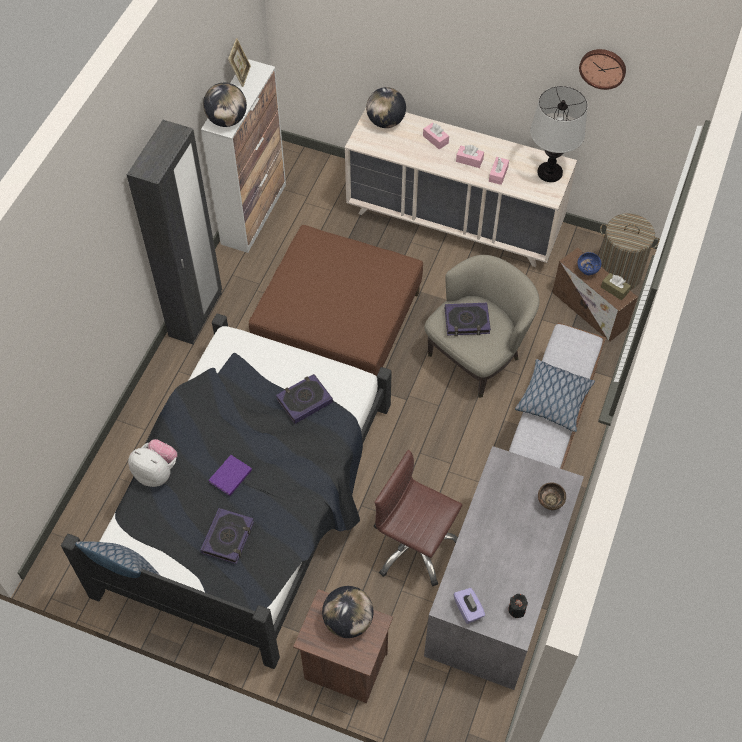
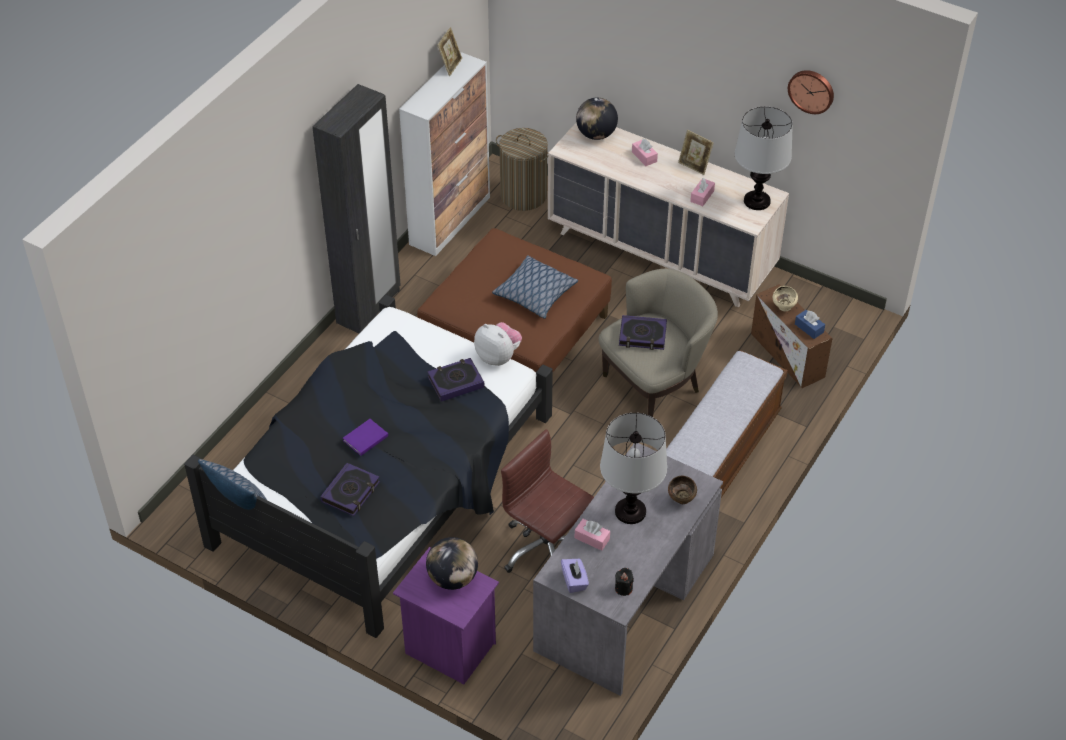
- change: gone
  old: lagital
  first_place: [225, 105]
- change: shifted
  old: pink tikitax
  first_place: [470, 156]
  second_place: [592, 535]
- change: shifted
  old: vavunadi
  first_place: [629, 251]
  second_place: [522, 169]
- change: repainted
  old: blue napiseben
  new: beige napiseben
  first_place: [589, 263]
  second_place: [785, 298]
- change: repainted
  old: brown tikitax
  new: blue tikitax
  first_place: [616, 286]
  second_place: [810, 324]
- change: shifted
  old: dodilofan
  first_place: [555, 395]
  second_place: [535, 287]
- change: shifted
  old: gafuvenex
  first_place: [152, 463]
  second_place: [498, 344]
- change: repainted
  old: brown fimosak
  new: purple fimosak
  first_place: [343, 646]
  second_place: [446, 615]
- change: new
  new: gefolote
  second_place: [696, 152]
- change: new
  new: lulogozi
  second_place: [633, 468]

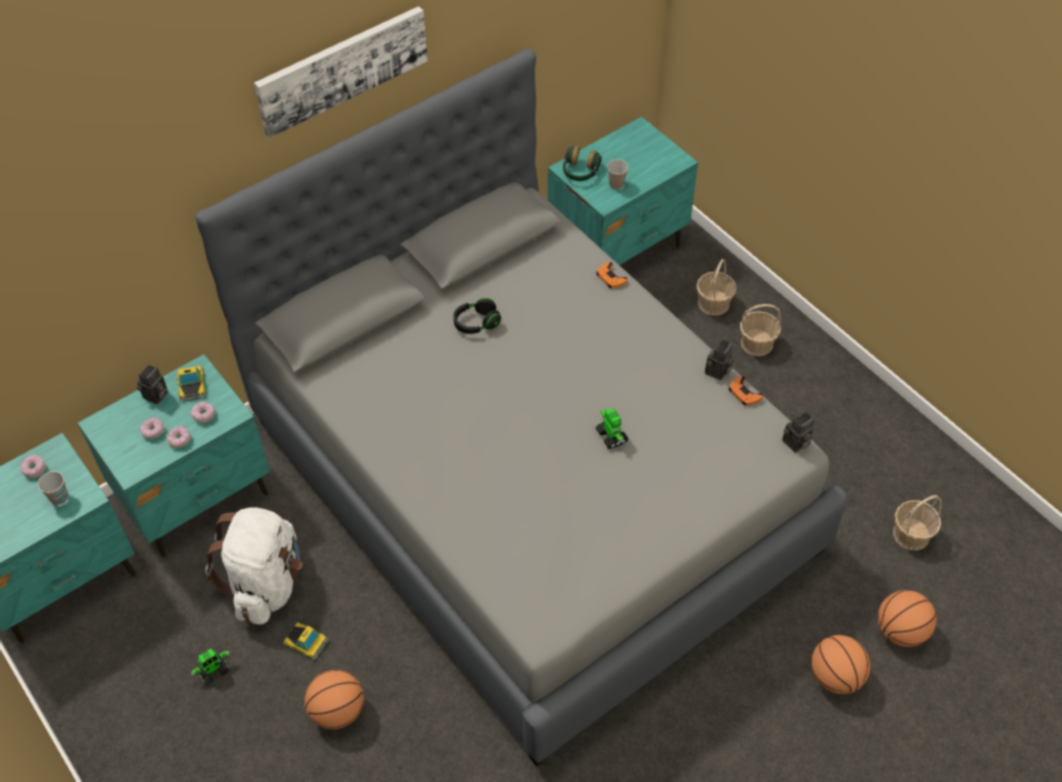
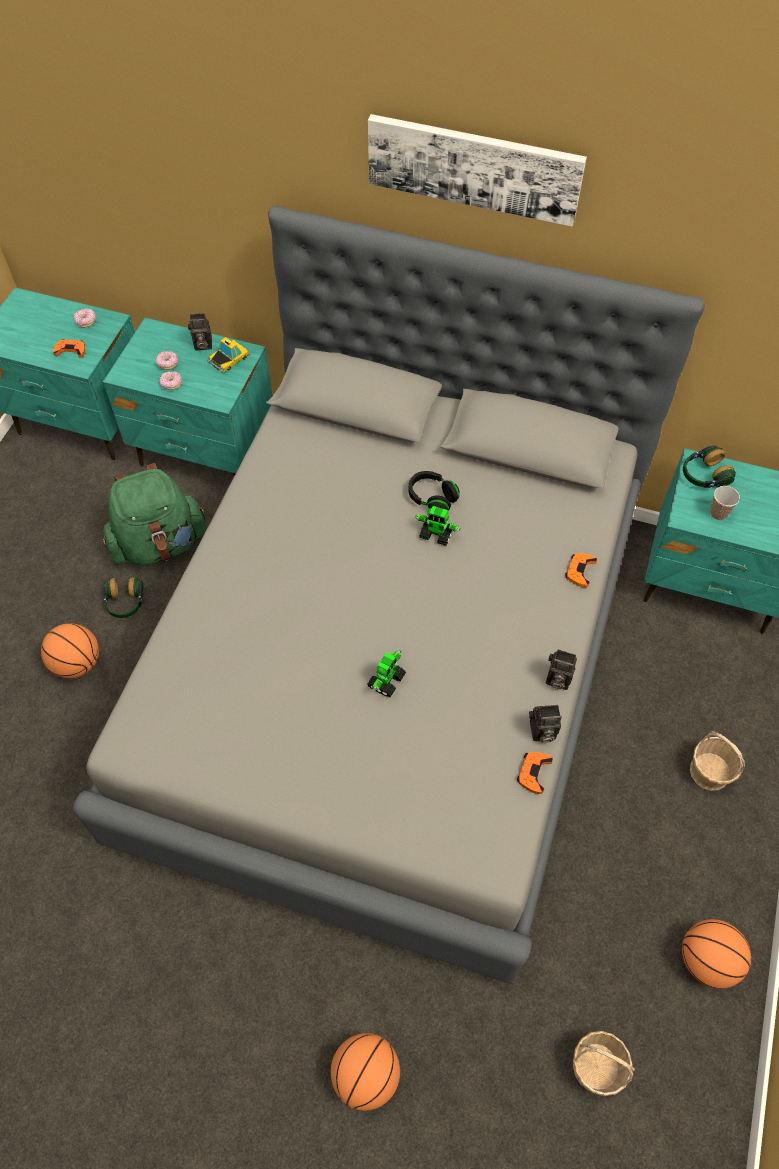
- change: gone
  old: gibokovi
  first_place: [716, 287]
- change: gone
  old: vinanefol
  first_place: [203, 412]
- change: shifted
  old: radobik
  first_place: [798, 432]
  second_place: [561, 669]
- change: swapped
  old: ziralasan
  new: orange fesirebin
  first_place: [53, 488]
  second_place: [69, 348]
- change: repainted
  old: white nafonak
  new: green nafonak
  first_place: [254, 565]
  second_place: [155, 514]
- change: shifted
  old: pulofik
  first_place: [907, 618]
  second_place: [716, 954]
- change: swapped
  old: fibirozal
  new: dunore
  first_place: [306, 641]
  second_place: [123, 597]
- change: shifted
  old: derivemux
  first_place: [210, 667]
  second_place: [438, 526]

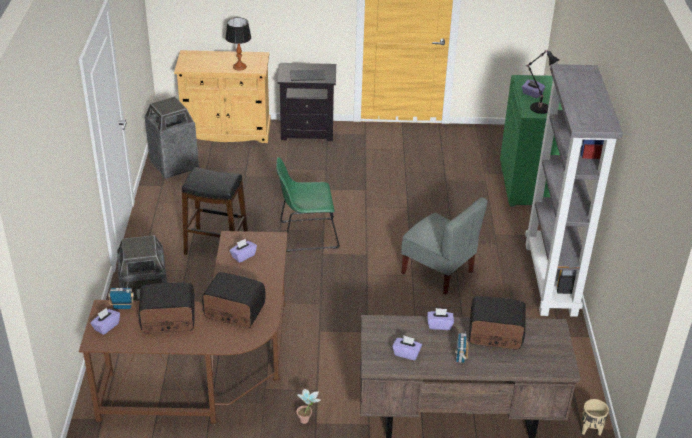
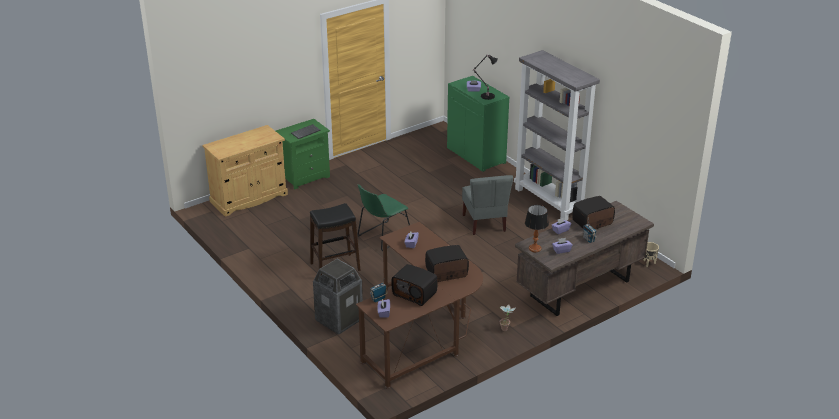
- change: shifted
  old: lulogozi
  first_place: [238, 44]
  second_place: [537, 228]
- change: repainted
  old: black fimosak
  new: green fimosak
  first_place: [307, 102]
  second_place: [303, 154]
- change: gone
  old: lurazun
  first_place: [171, 137]
- change: rotated
  old: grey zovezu
  first_place: [444, 246]
  second_place: [487, 205]
  degrees: 75
- change: rotated
  old: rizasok
  first_place: [167, 308]
  second_place: [414, 285]
  degrees: -105

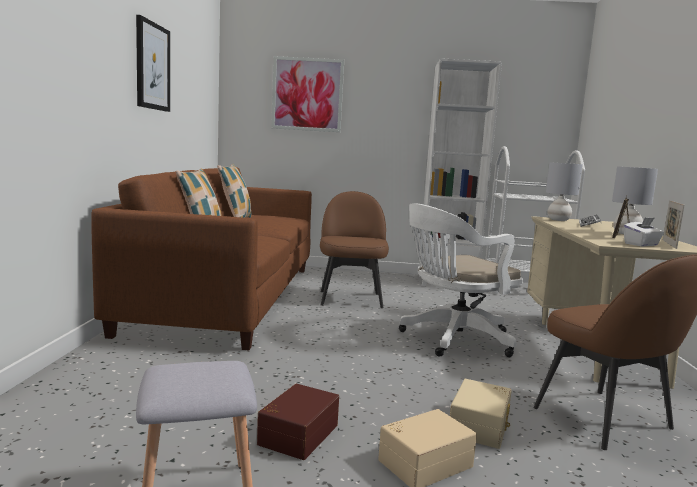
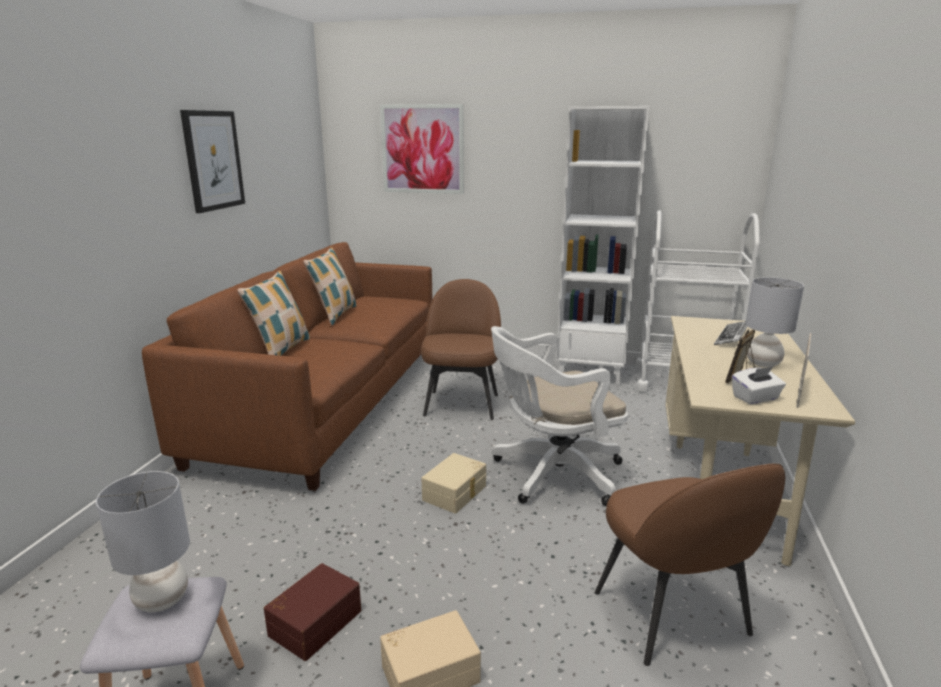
- change: shifted
  old: grey lulogozi
  first_place: [564, 191]
  second_place: [143, 541]
- change: shifted
  old: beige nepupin
  first_place: [481, 414]
  second_place: [453, 483]

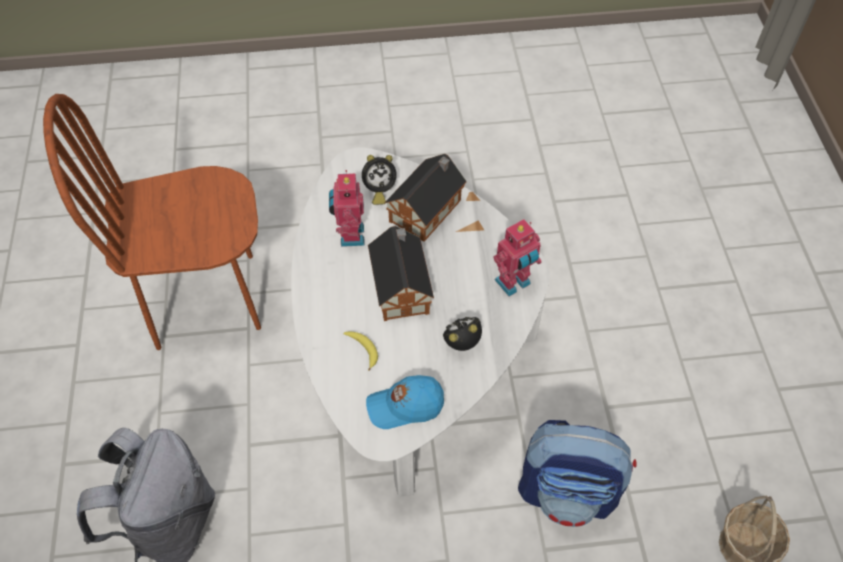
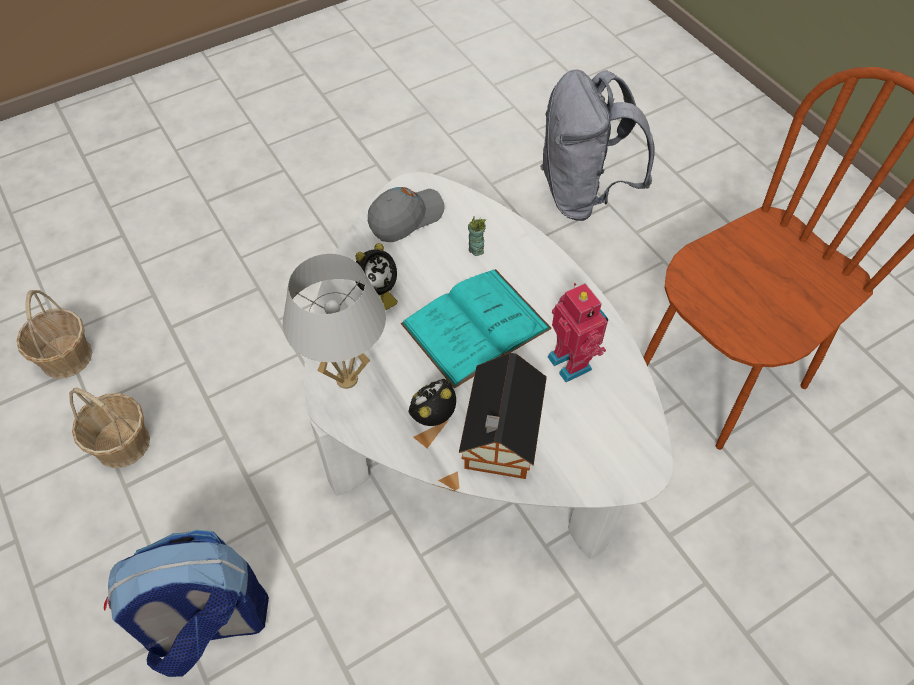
- change: shifted
  old: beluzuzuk
  first_place: [379, 180]
  second_place: [432, 402]
- change: swapped
  old: derivemux
  new: white lulogozi
  first_place: [518, 257]
  second_place: [334, 321]
- change: swapped
  old: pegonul
  new: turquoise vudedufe
  first_place: [401, 273]
  second_place: [476, 329]
- change: swapped
  old: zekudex
  new: ziralasan
  first_place: [361, 351]
  second_place: [477, 236]
- change: repainted
  old: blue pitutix
  new: grey pitutix
  first_place: [405, 402]
  second_place: [406, 214]
- change: shifted
  old: nafonak
  first_place: [577, 473]
  second_place: [186, 603]
- change: new
  new: gibokovi
  second_place: [109, 427]

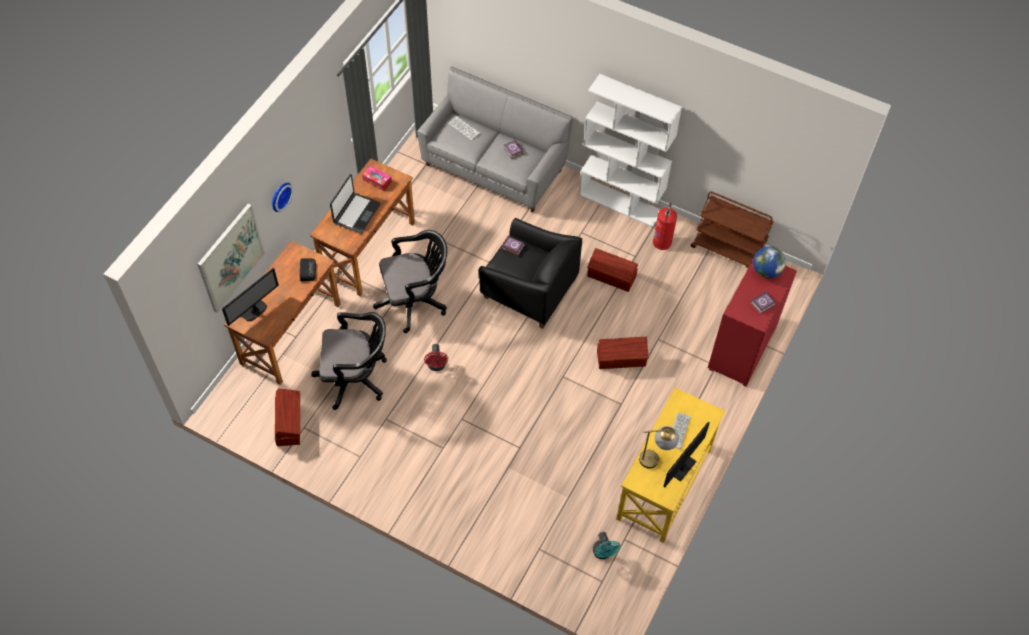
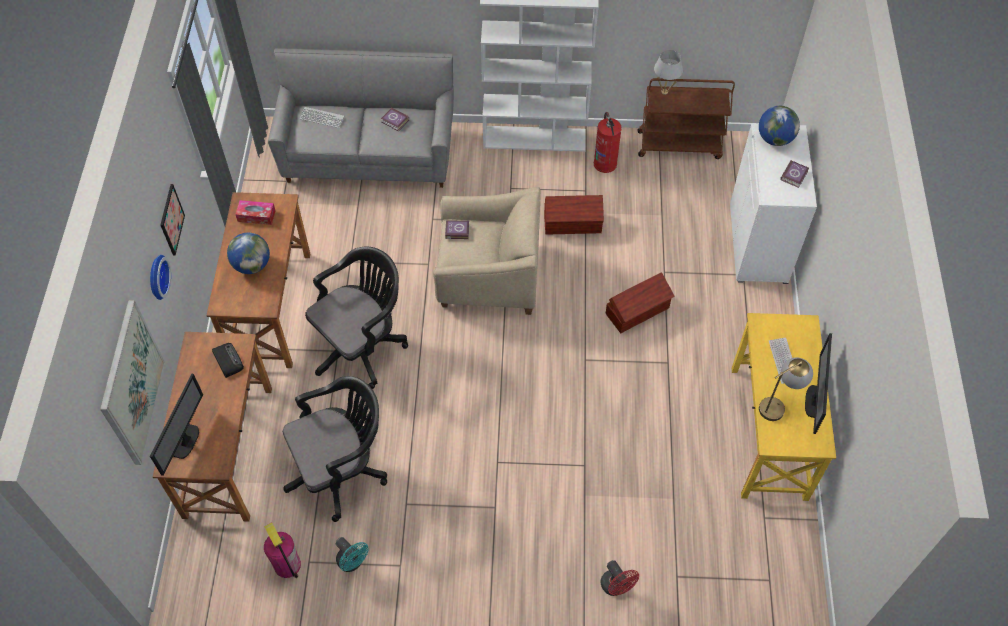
- change: swapped
  old: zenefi
  new: lagital
  first_place: [355, 203]
  second_place: [248, 253]
- change: repainted
  old: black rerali
  new: beige rerali
  first_place: [530, 273]
  second_place: [487, 251]
- change: repainted
  old: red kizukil
  new: white kizukil
  first_place: [752, 322]
  second_place: [773, 204]
- change: shifted
  old: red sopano
  first_place: [436, 357]
  second_place: [620, 578]
- change: swapped
  old: brown nepupin
  new: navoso
  first_place: [287, 417]
  second_place: [282, 550]
- change: shifted
  old: turquoise sopano
  first_place: [606, 545]
  second_place: [352, 554]
- change: new
  new: white lulogozi
  second_place: [668, 72]
- change: new
  new: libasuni
  second_place: [173, 219]

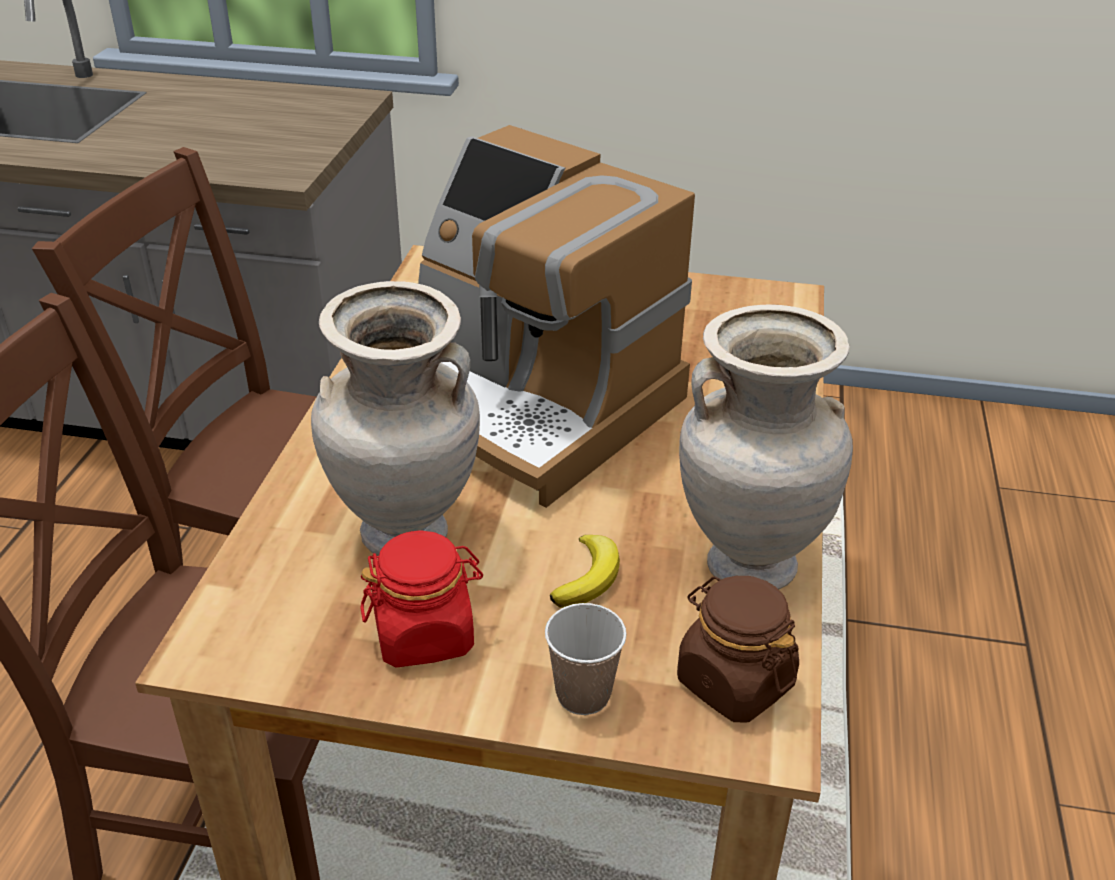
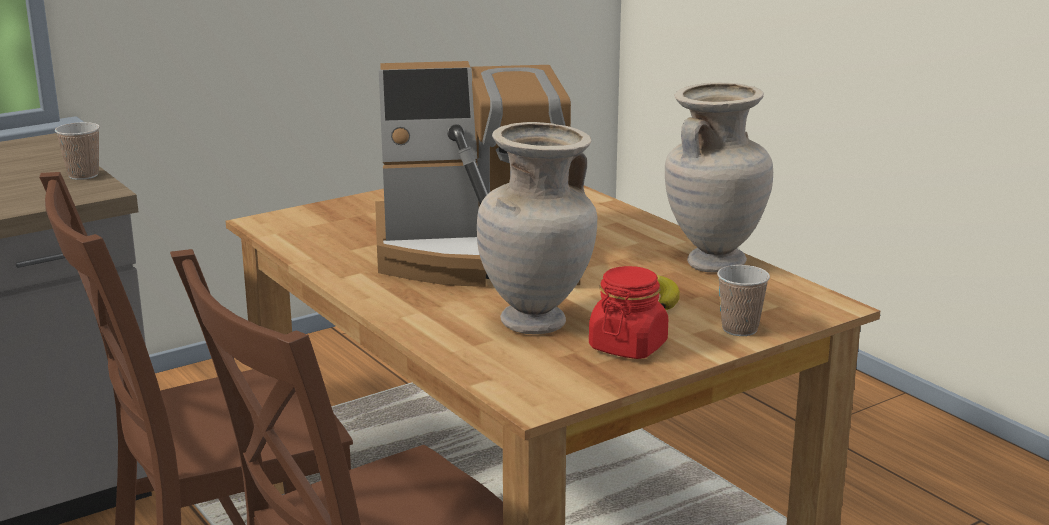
- change: gone
  old: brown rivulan
  first_place: [738, 649]
- change: new
  new: ziralasan
  second_place: [77, 151]

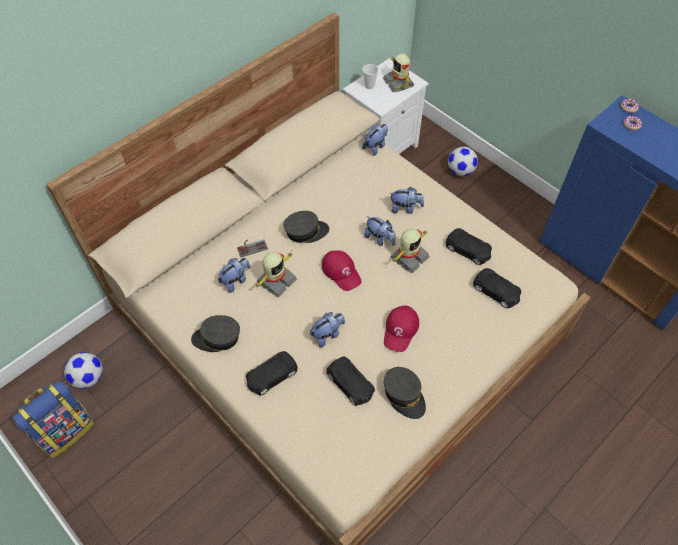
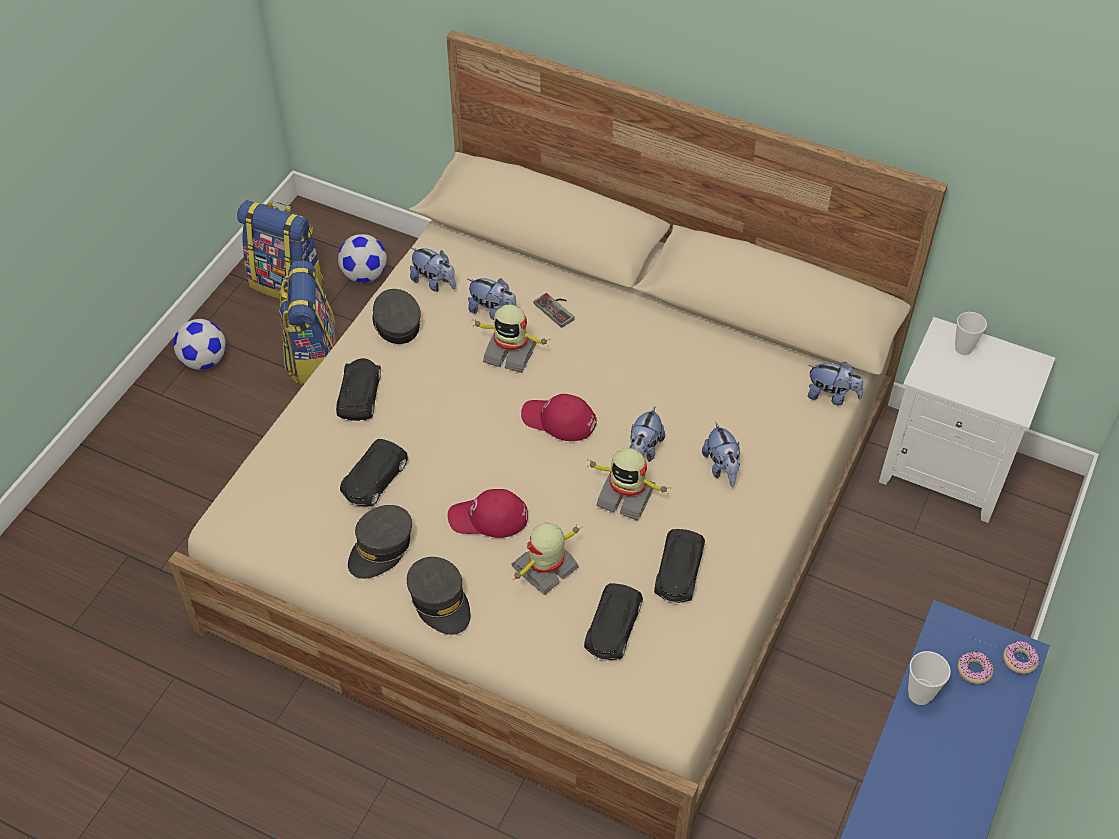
- change: shifted
  old: derivemux
  first_place: [398, 72]
  second_place: [545, 559]
- change: shifted
  old: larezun
  first_place: [463, 161]
  second_place: [199, 344]
- change: shifted
  old: grey pitutix
  first_place: [306, 227]
  second_place: [438, 596]
- change: rotated
  old: red pitutix
  first_place: [342, 270]
  second_place: [558, 417]
  degrees: 75
- change: shifted
  old: gafuvenex
  first_place: [327, 329]
  second_place: [433, 269]
- change: rotated
  old: black fibirozal
  first_place: [272, 373]
  second_place: [358, 389]
  degrees: 60
- change: new
  new: nafonak
  second_place: [307, 322]
- change: new
  new: ziralasan
  second_place: [929, 678]

